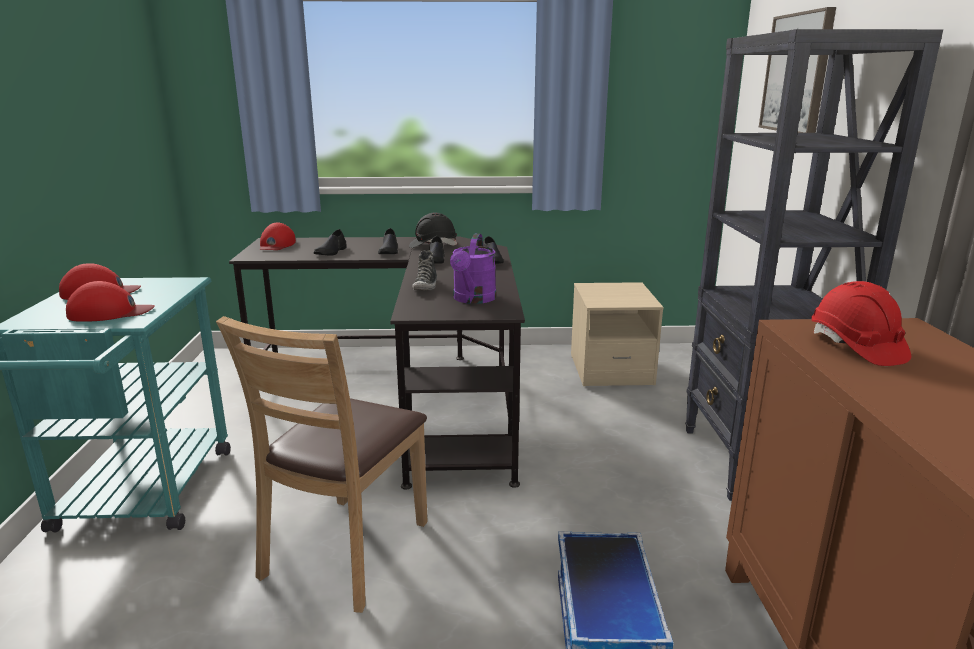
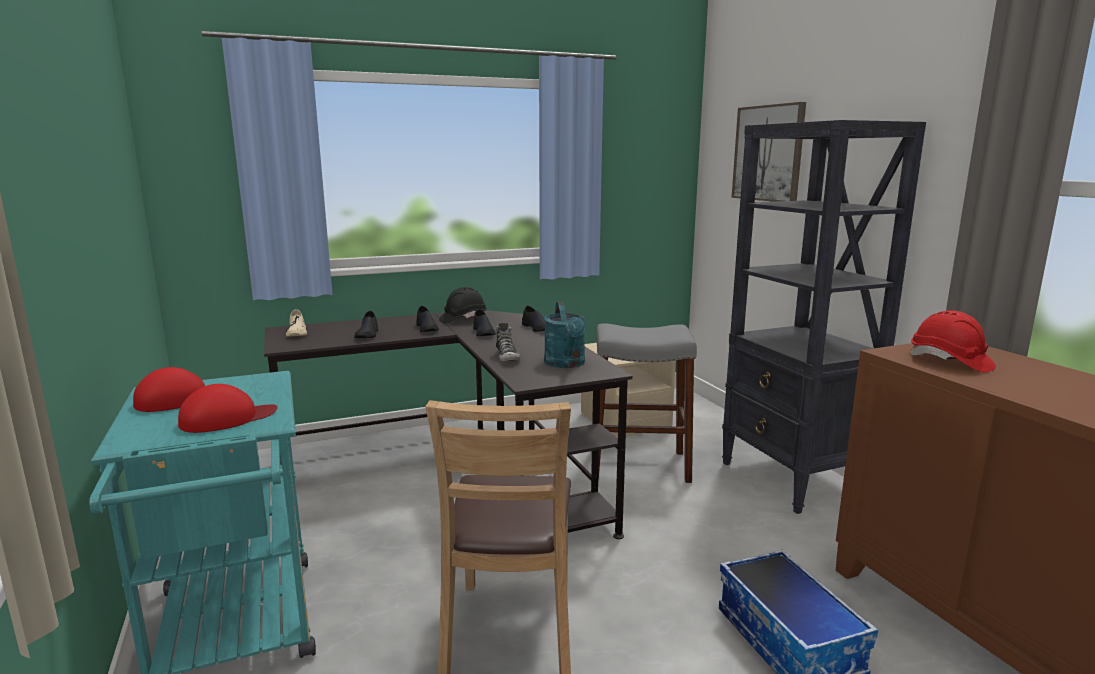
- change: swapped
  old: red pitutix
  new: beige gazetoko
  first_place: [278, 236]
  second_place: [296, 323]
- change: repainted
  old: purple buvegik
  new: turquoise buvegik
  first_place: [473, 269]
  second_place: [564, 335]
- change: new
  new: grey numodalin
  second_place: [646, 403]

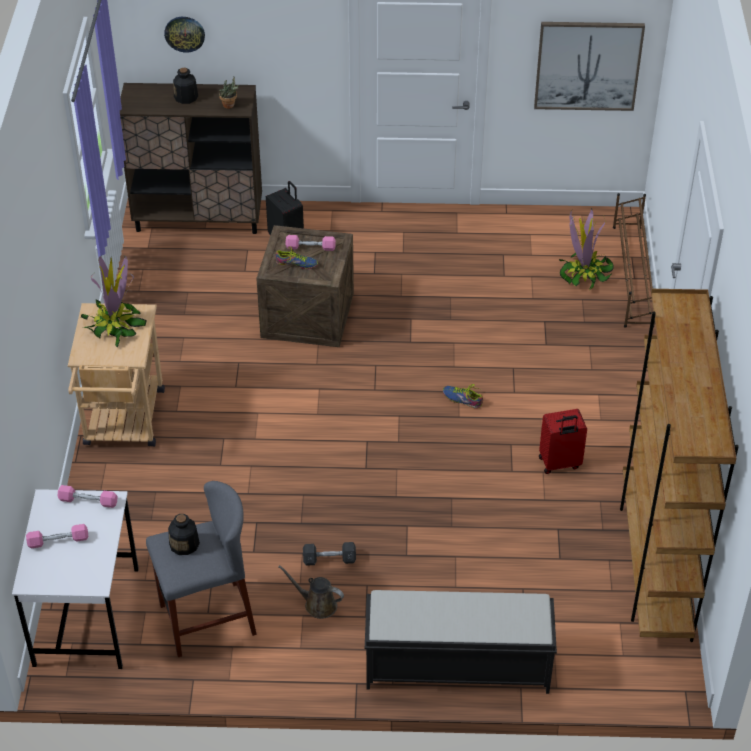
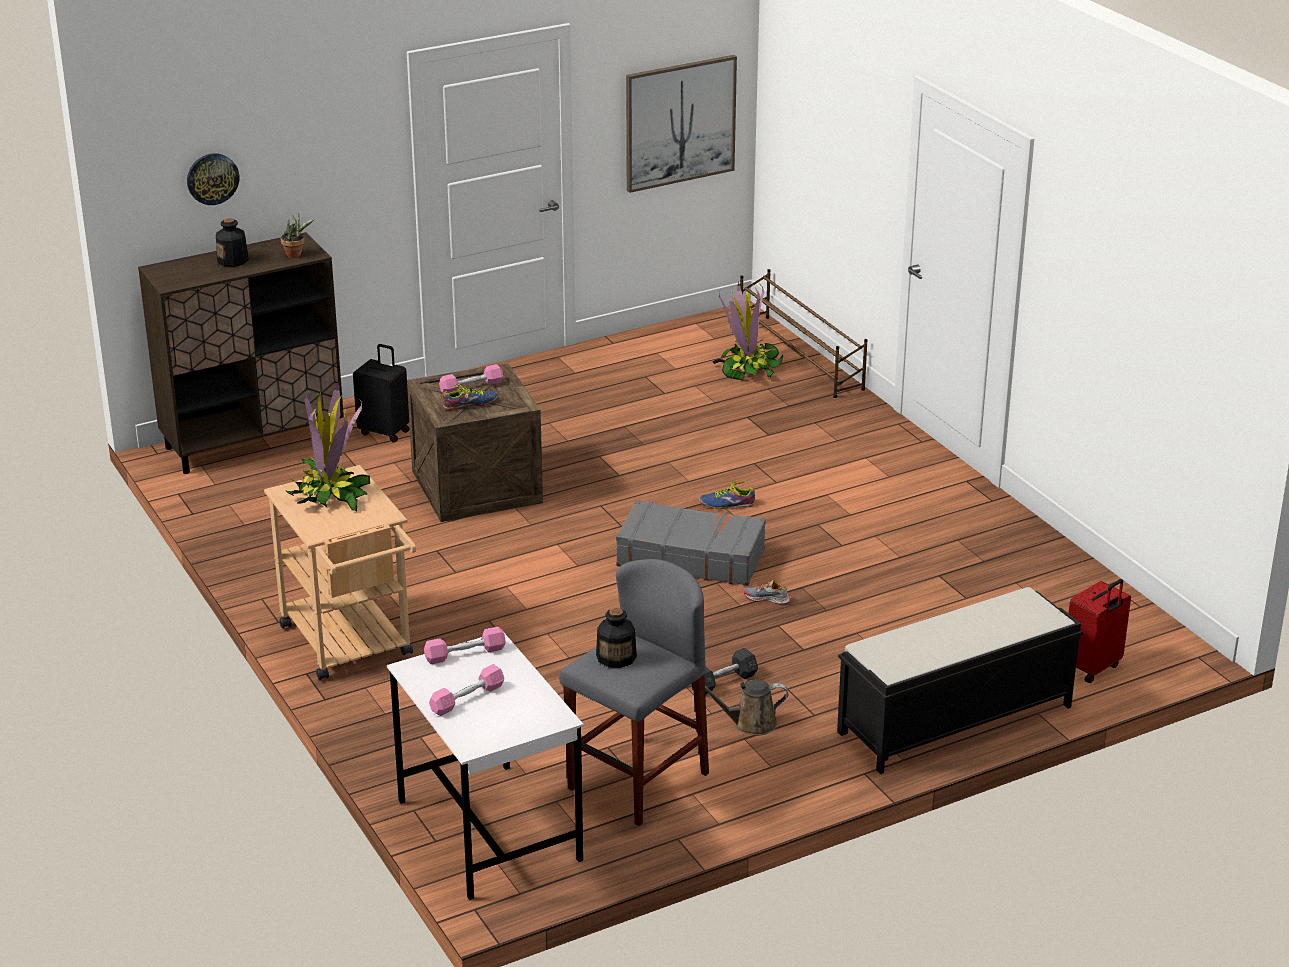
- change: gone
  old: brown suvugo
  first_place: [679, 465]
- change: shifted
  old: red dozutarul
  first_place: [563, 441]
  second_place: [1099, 631]
- change: new
  new: grey dozutarul
  second_place: [691, 543]
- change: new
  new: gazetoko
  second_place: [767, 592]

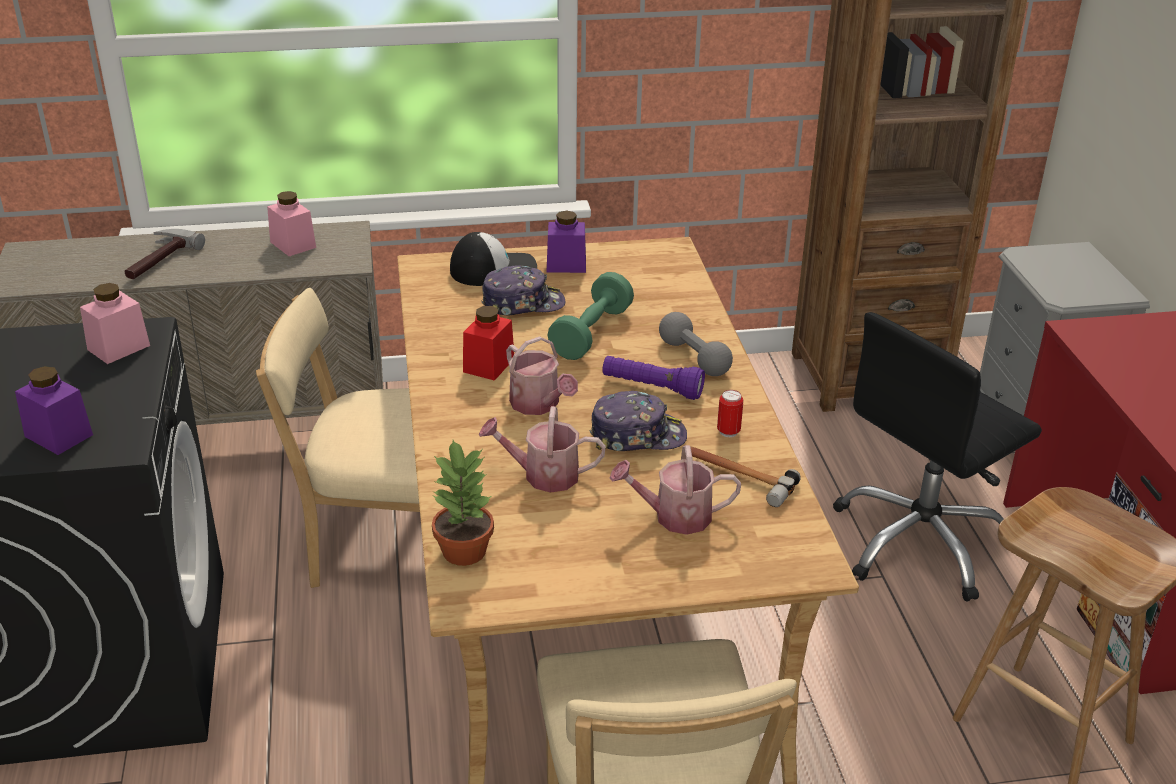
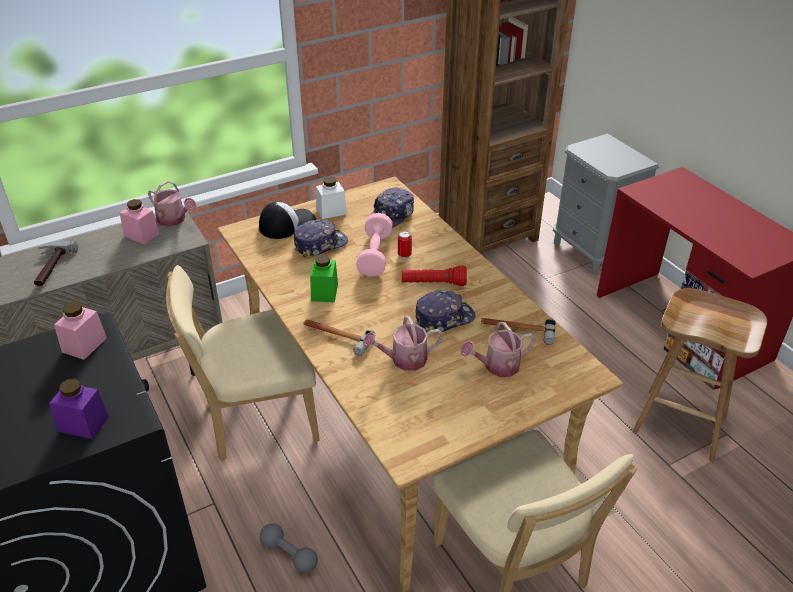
- change: repainted
  old: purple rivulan
  new: white rivulan
  first_place: [566, 242]
  second_place: [331, 198]
- change: repainted
  old: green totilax
  new: pink totilax
  first_place: [591, 316]
  second_place: [374, 245]
- change: repainted
  old: red rivulan
  new: green rivulan
  first_place: [488, 343]
  second_place: [324, 278]
- change: shifted
  old: grey totilax
  first_place: [696, 344]
  second_place: [289, 548]
- change: gone
  old: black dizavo
  first_place: [937, 457]
- change: shifted
  old: buvegik
  first_place: [542, 375]
  second_place: [172, 204]
- change: repainted
  old: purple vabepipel
  new: red vabepipel
  first_place: [653, 378]
  second_place: [434, 275]
- change: shifted
  old: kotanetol
  first_place: [730, 413]
  second_place: [405, 245]
- change: gone
  old: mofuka
  first_place: [463, 503]
- change: new
  new: pitutix
  second_place: [392, 207]
- change: new
  new: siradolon
  second_place: [339, 337]

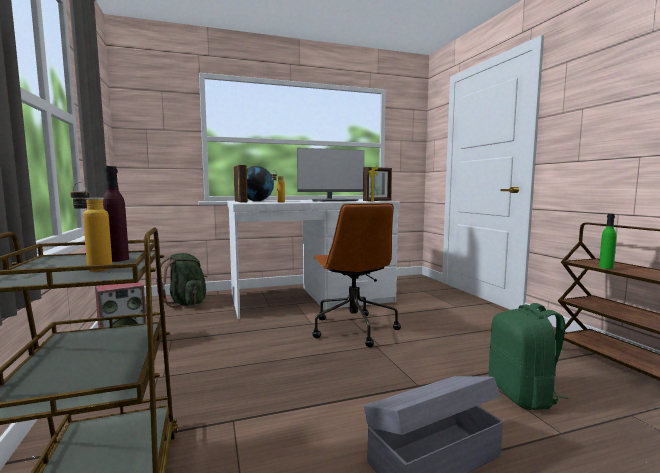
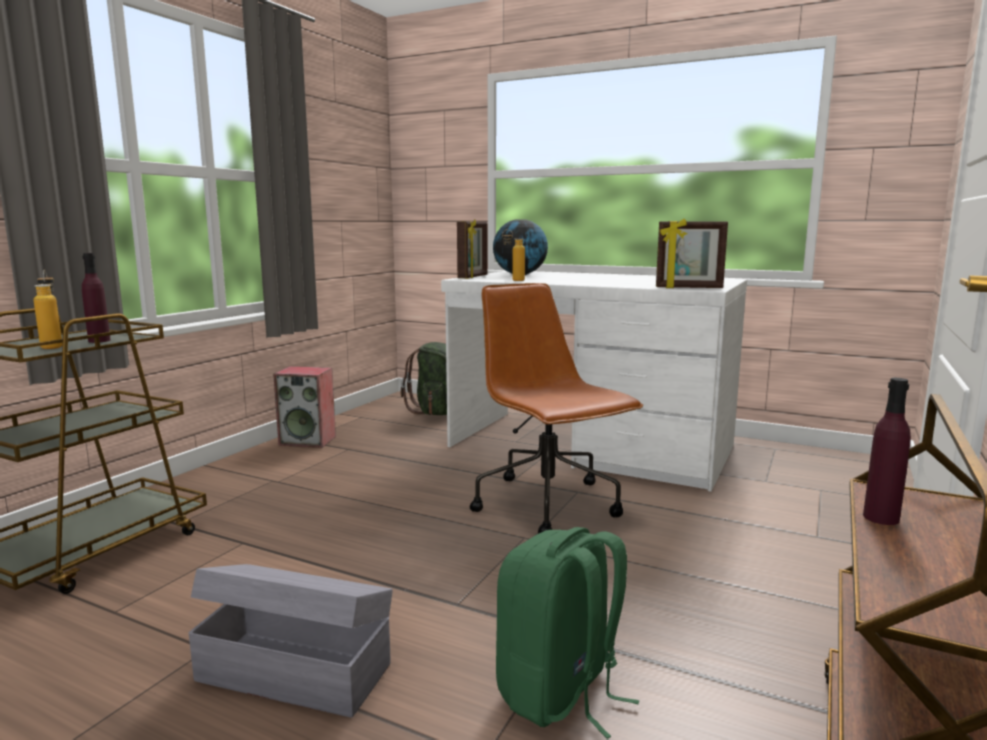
- change: gone
  old: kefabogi
  first_place: [330, 174]
- change: rotated
  old: brown dizavo
  first_place: [356, 275]
  second_place: [556, 408]
  degrees: 120
- change: repainted
  old: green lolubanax
  new: purple lolubanax
  first_place: [608, 241]
  second_place: [887, 451]

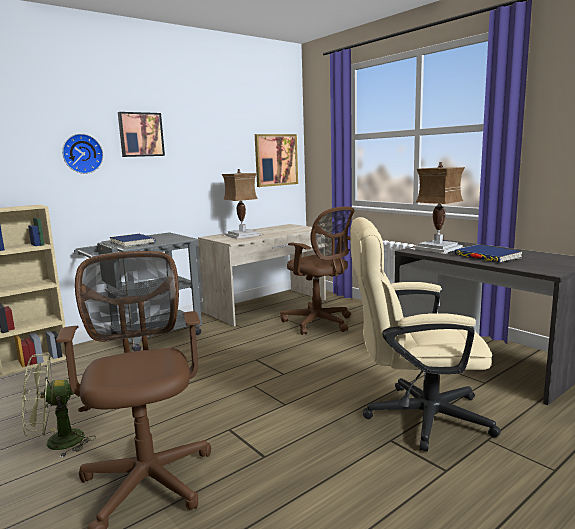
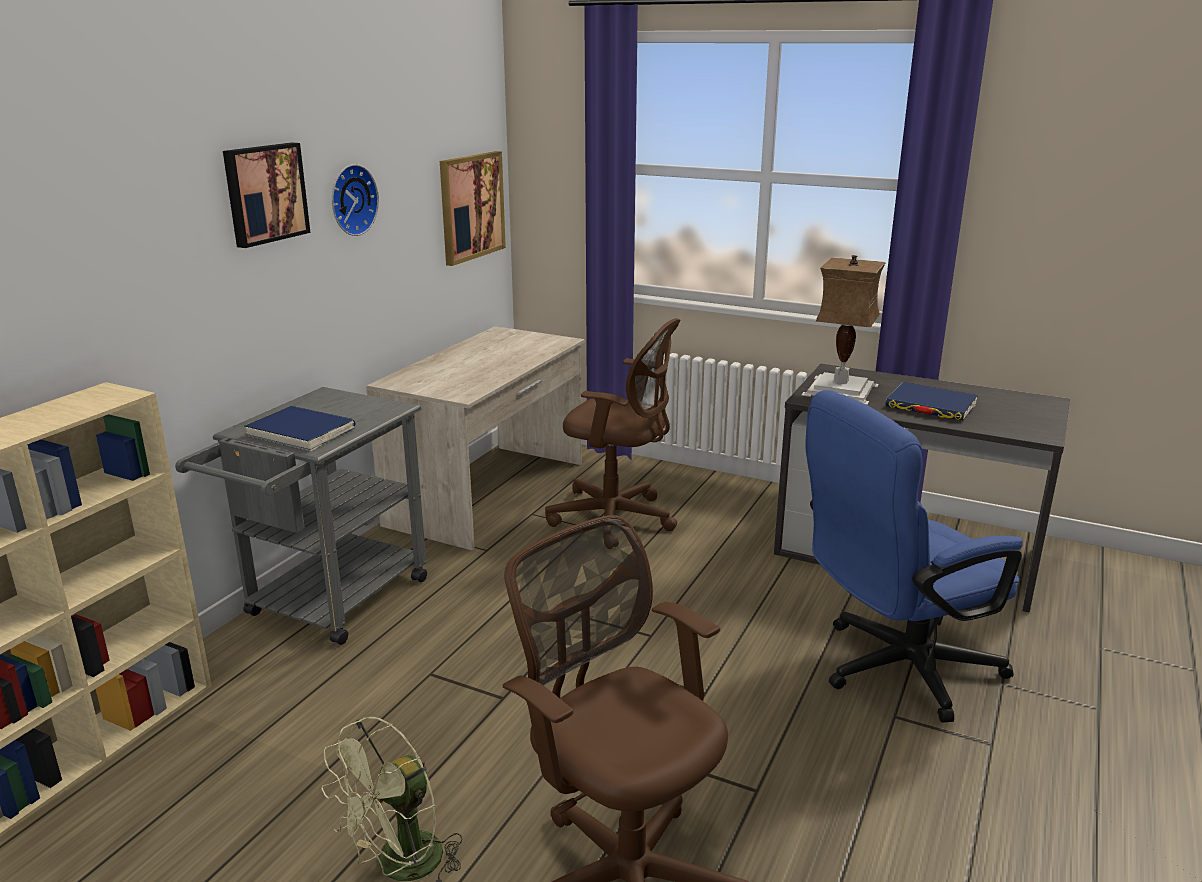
- change: shifted
  old: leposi
  first_place: [82, 154]
  second_place: [355, 200]
- change: gone
  old: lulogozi
  first_place: [242, 204]
- change: repainted
  old: beige dizavo
  new: blue dizavo
  first_place: [425, 334]
  second_place: [914, 556]

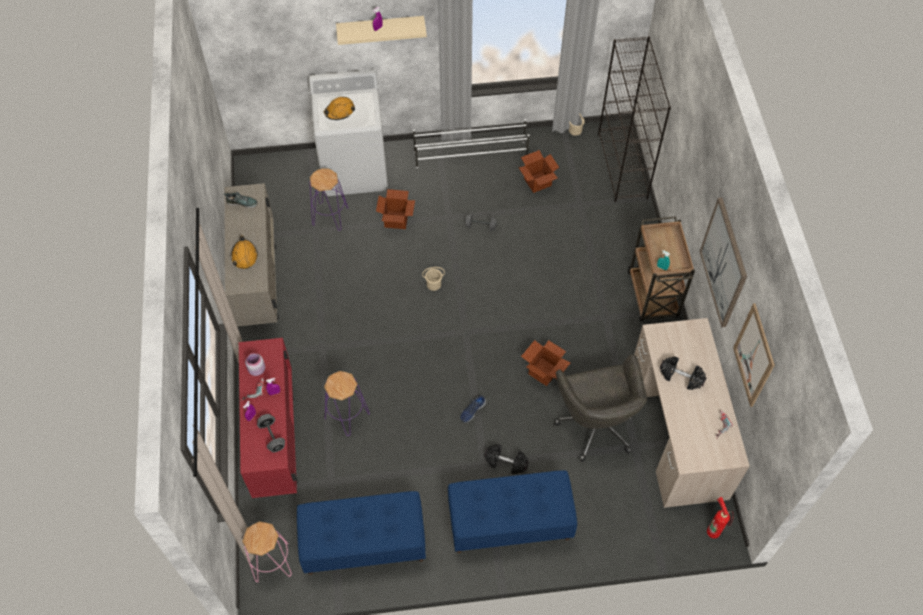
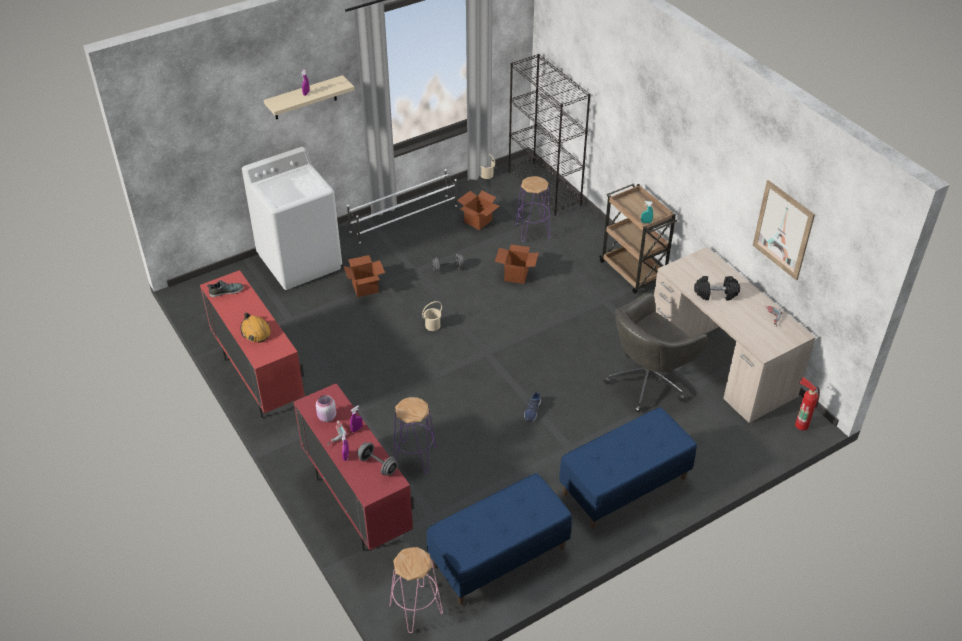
- change: gone
  old: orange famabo
  first_place: [339, 108]
- change: shifted
  old: purple numodalin
  first_place: [329, 199]
  second_place: [533, 209]
- change: repainted
  old: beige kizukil
  new: red kizukil
  first_place: [251, 255]
  second_place: [252, 344]
- change: gone
  old: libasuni
  first_place: [723, 262]
- change: shifted
  old: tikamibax
  first_place: [545, 363]
  second_place: [517, 264]
- change: rotated
  old: grey dizavo
  first_place: [600, 408]
  second_place: [655, 353]
  degrees: 90
- change: gone
  old: black totilax
  first_place: [506, 459]

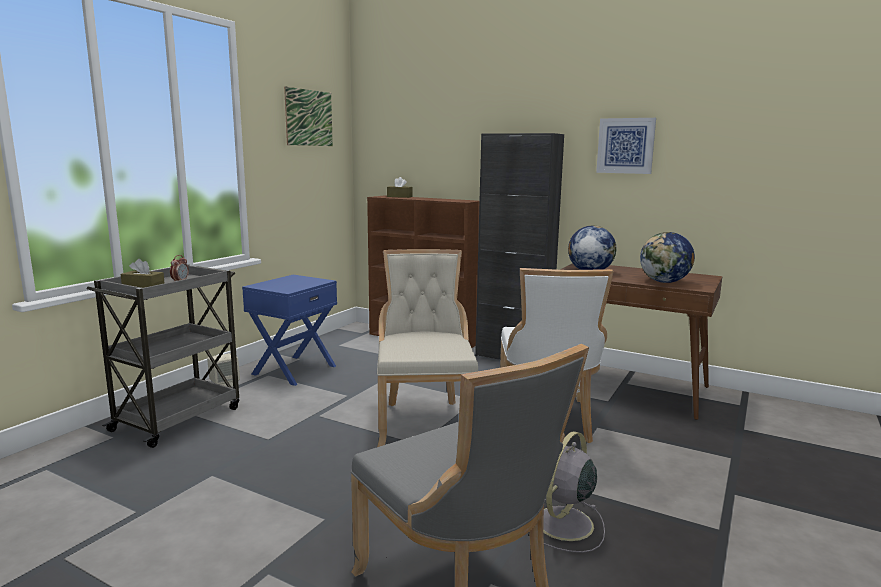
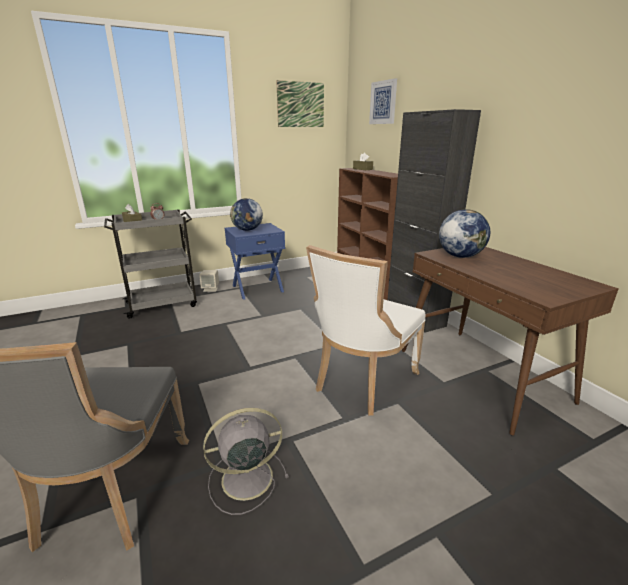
- change: shifted
  old: libasuni
  first_place: [626, 146]
  second_place: [383, 101]
- change: shifted
  old: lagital
  first_place: [667, 257]
  second_place: [246, 214]
- change: gone
  old: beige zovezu
  first_place: [427, 348]

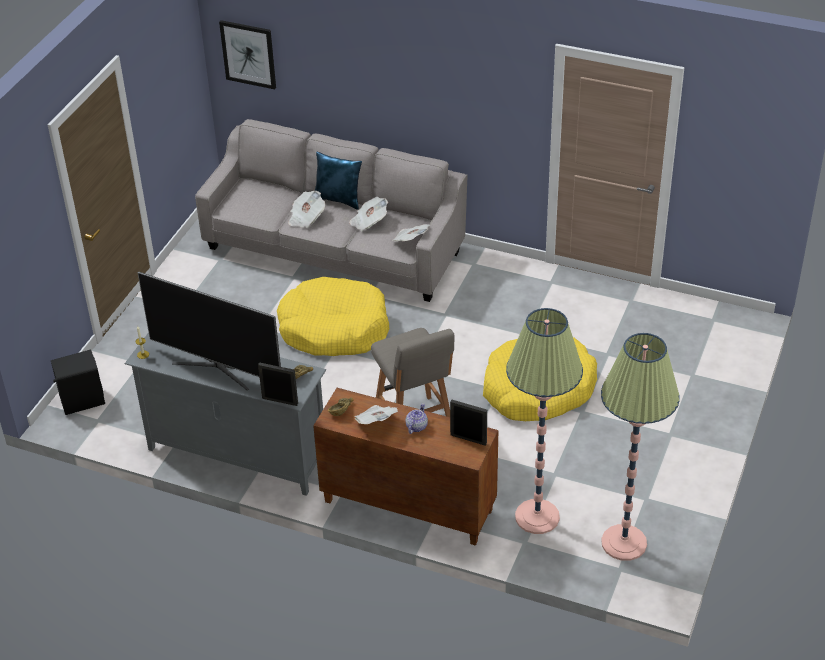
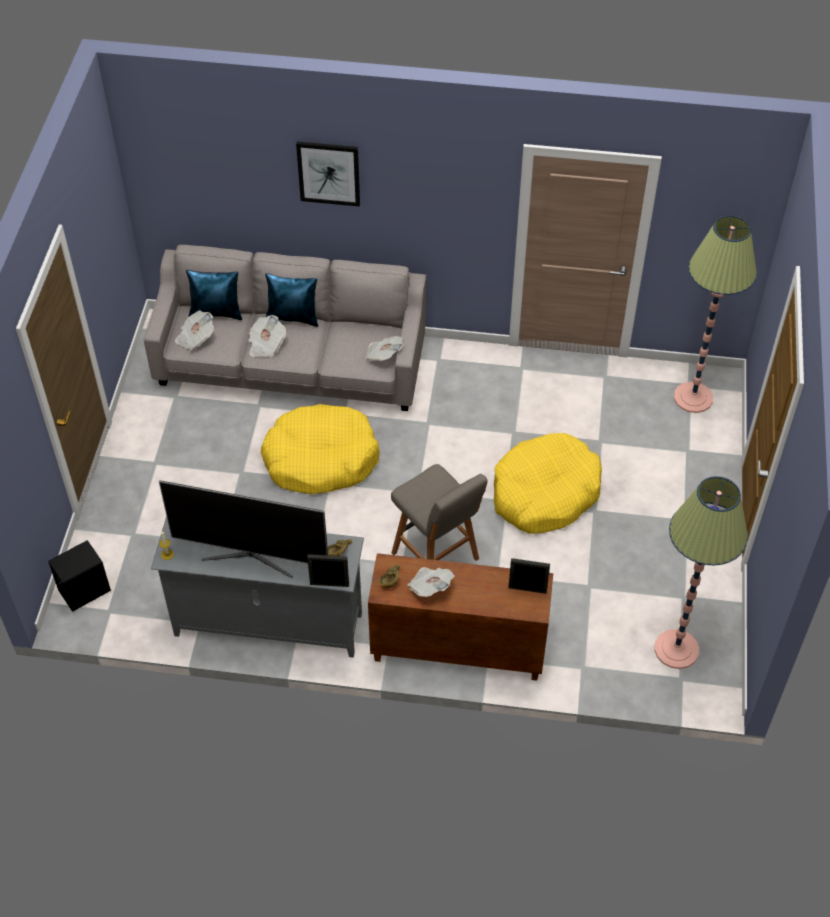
- change: shifted
  old: libasuni
  first_place: [247, 54]
  second_place: [328, 174]
- change: shifted
  old: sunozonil
  first_place: [368, 214]
  second_place: [194, 330]
- change: shifted
  old: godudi
  first_place: [544, 421]
  second_place: [715, 314]
- change: gone
  old: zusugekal
  first_place: [416, 418]
- change: new
  new: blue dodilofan
  second_place: [214, 295]

